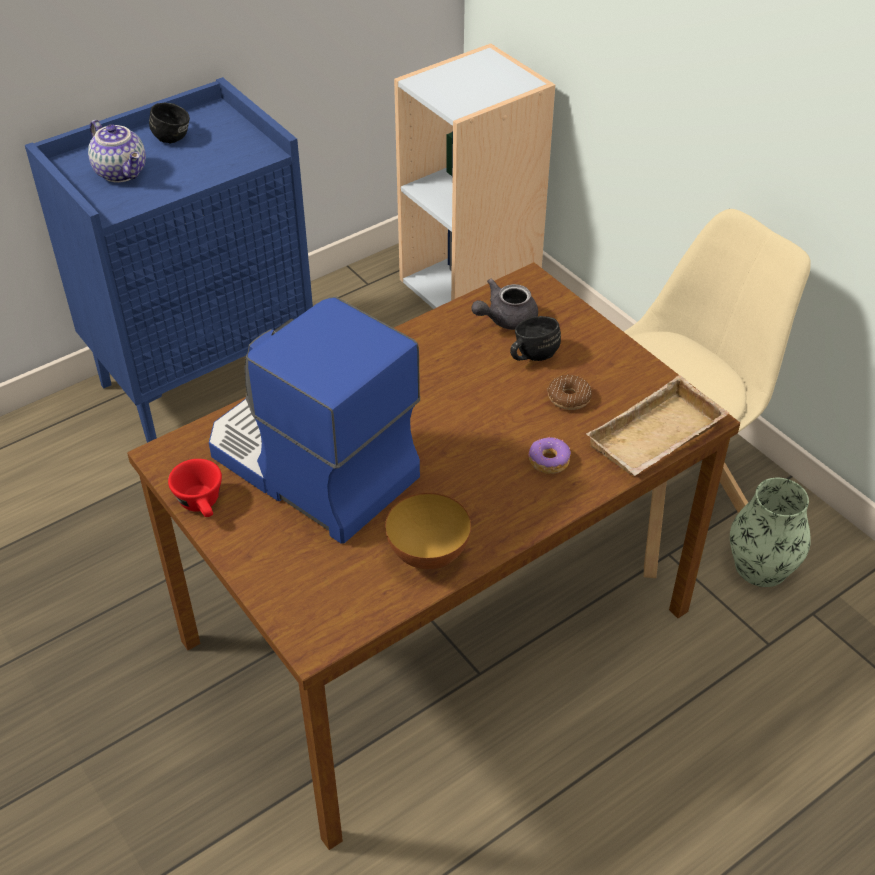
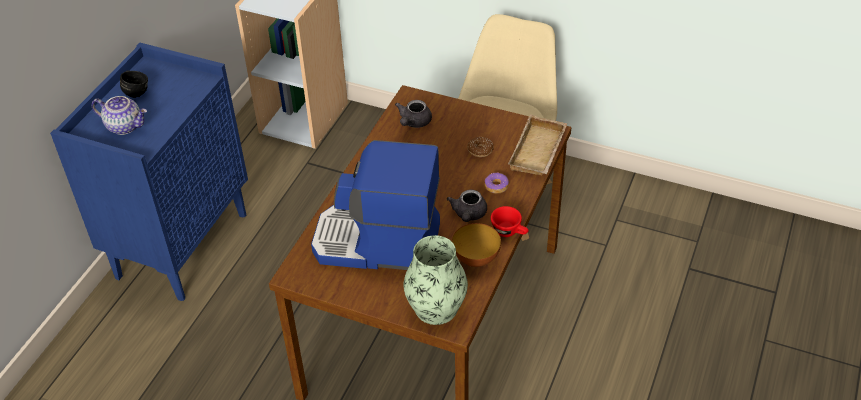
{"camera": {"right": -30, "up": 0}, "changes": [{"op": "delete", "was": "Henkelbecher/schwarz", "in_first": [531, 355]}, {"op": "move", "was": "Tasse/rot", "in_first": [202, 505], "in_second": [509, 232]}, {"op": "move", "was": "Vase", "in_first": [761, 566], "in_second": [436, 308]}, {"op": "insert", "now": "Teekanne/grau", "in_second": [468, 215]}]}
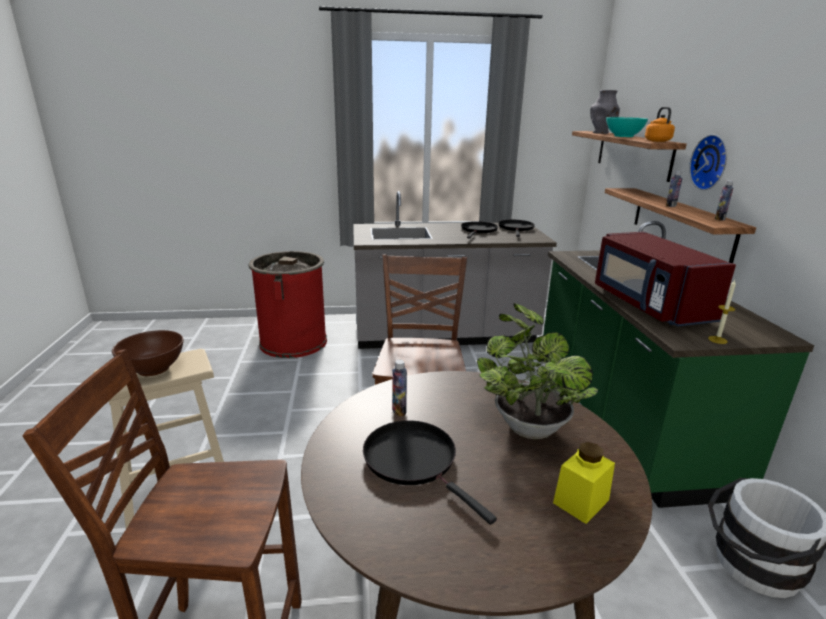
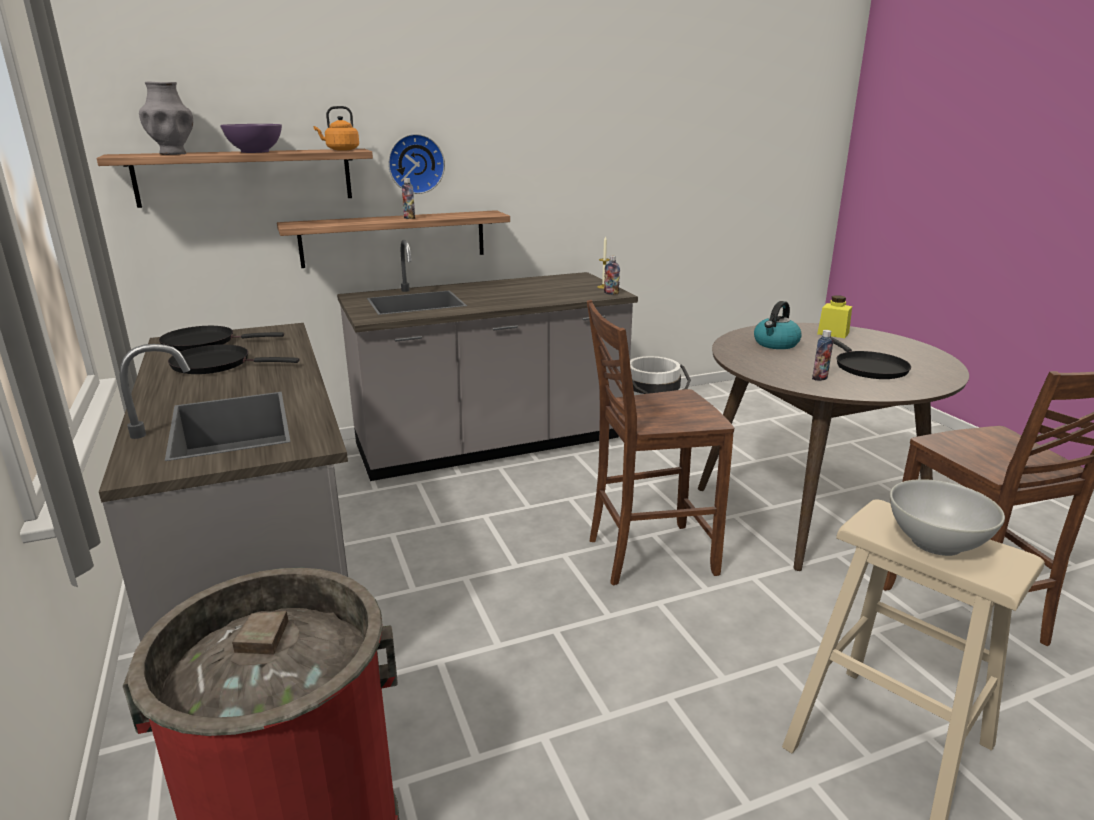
{"camera": {"right": -105, "up": 0}, "changes": [{"op": "recolor", "was": "Schüssel/türkis", "now": "Schüssel/lila", "in_first": [623, 136], "in_second": [255, 152]}, {"op": "move", "was": "Flasche", "in_first": [719, 219], "in_second": [611, 293]}, {"op": "recolor", "was": "Küchenzeile/grün", "now": "Küchenzeile/grau", "in_first": [622, 418], "in_second": [491, 444]}, {"op": "delete", "was": "Mikrowelle/rot", "in_first": [648, 305]}, {"op": "replace", "was": "Topfpflanze", "now": "Wasserkessel", "in_first": [527, 424], "in_second": [776, 344]}, {"op": "recolor", "was": "Schüssel/braun", "now": "Schüssel/weiß", "in_first": [153, 369], "in_second": [937, 543]}, {"op": "rotate", "was": "Pfanne/schwarz", "in_first": [414, 461], "in_second": [868, 368], "clockwise": -45}]}
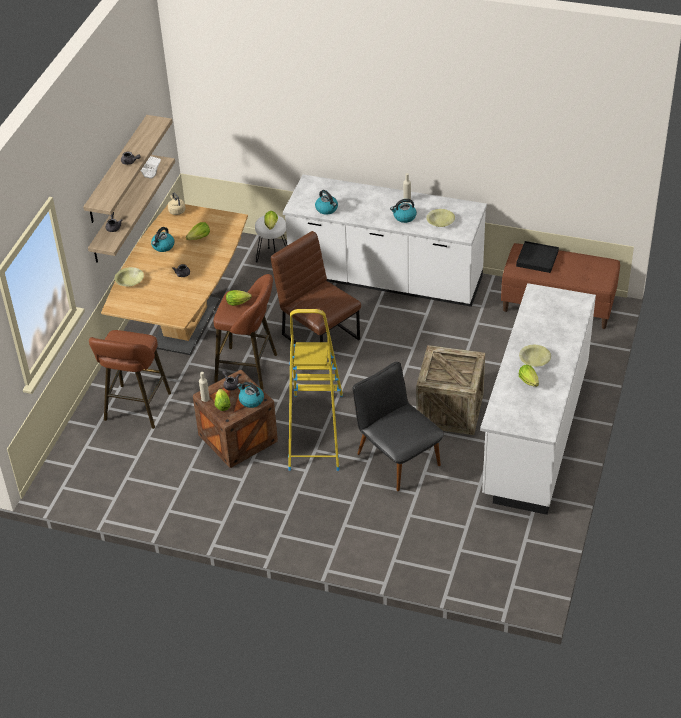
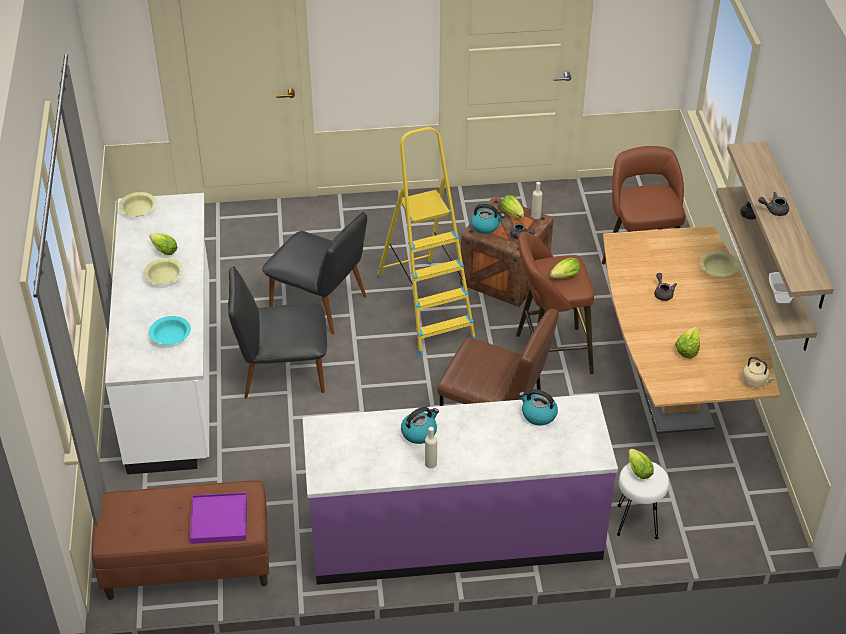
{"camera": {"right": 155, "up": 0}, "changes": [{"op": "recolor", "was": "Küchenzeile/weiß", "now": "Küchenzeile/lila", "in_first": [385, 279], "in_second": [455, 534]}, {"op": "move", "was": "Schüssel/gelb", "in_first": [440, 221], "in_second": [138, 209]}, {"op": "delete", "was": "Wasserkessel", "in_first": [163, 246]}, {"op": "recolor", "was": "Tablett/schwarz", "now": "Tablett/lila", "in_first": [537, 259], "in_second": [219, 520]}, {"op": "replace", "was": "Kiste", "now": "Stuhl/schwarz", "in_first": [450, 410], "in_second": [283, 371]}, {"op": "insert", "now": "Schüssel/türkis", "in_second": [170, 336]}]}
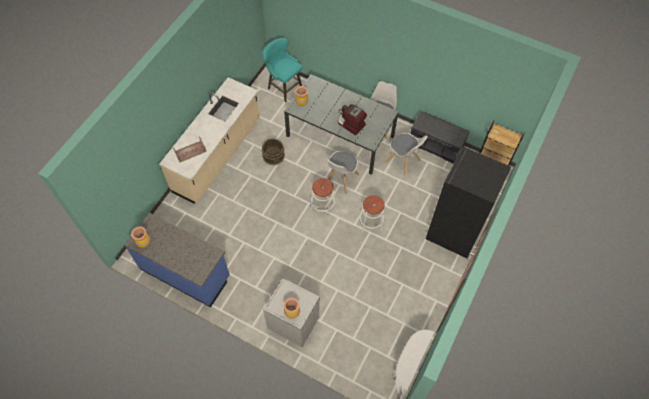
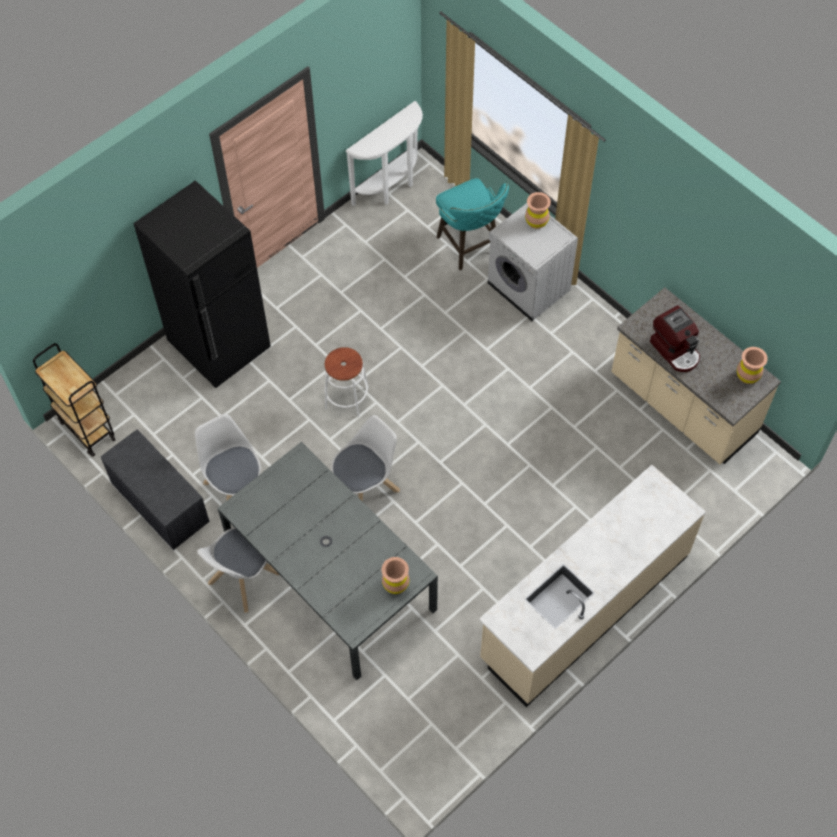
{"camera": {"right": -160, "up": 0}, "changes": [{"op": "move", "was": "Hocker/türkis", "in_first": [283, 87], "in_second": [469, 247]}, {"op": "move", "was": "Kaffeemaschine", "in_first": [350, 124], "in_second": [675, 350]}, {"op": "delete", "was": "Tablett/braun", "in_first": [190, 152]}, {"op": "delete", "was": "Eimer/braun", "in_first": [273, 155]}, {"op": "delete", "was": "Hocker/weiß", "in_first": [322, 205]}, {"op": "recolor", "was": "Küchenzeile/blau", "now": "Küchenzeile/beige", "in_first": [185, 272], "in_second": [682, 406]}]}
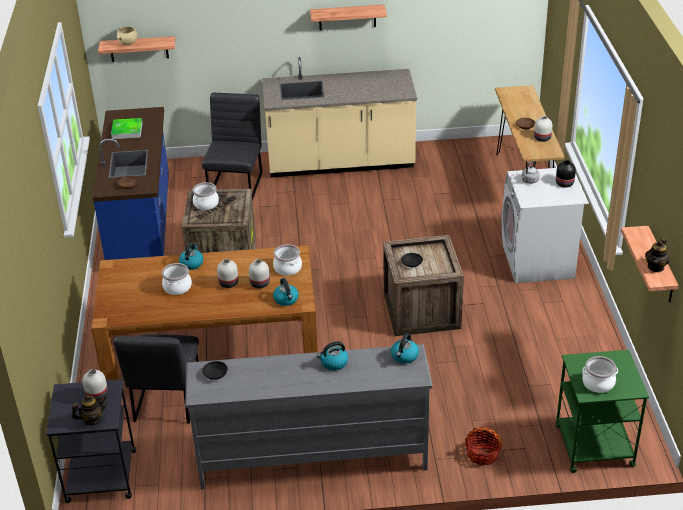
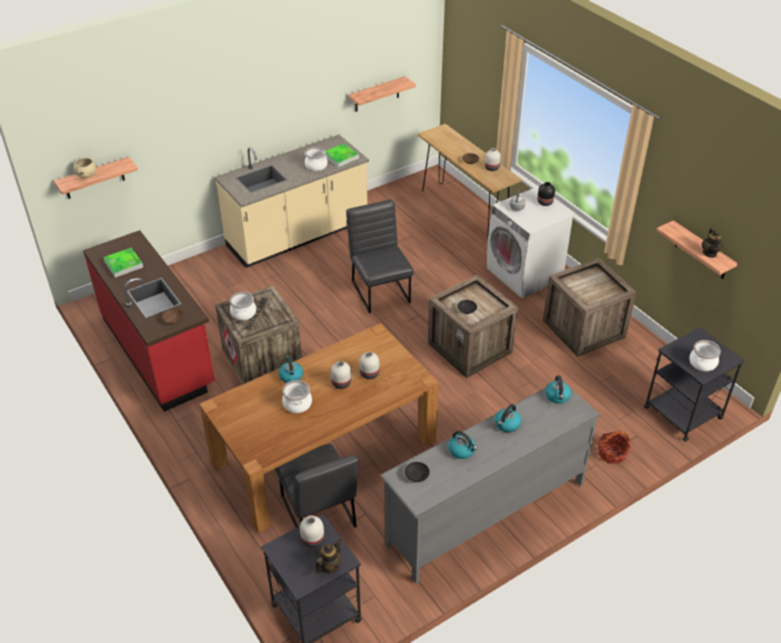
{"camera": {"right": -30, "up": 5}, "changes": [{"op": "move", "was": "Wandregal", "in_first": [347, 17], "in_second": [377, 94]}, {"op": "move", "was": "Stuhl/grau", "in_first": [236, 184], "in_second": [380, 290]}, {"op": "recolor", "was": "Küchenzeile/blau", "now": "Küchenzeile/rot", "in_first": [142, 224], "in_second": [159, 351]}, {"op": "move", "was": "Kochtopf", "in_first": [287, 268], "in_second": [316, 166]}, {"op": "move", "was": "Wasserkessel", "in_first": [286, 299], "in_second": [462, 450]}, {"op": "recolor", "was": "Rollwagen/grün", "now": "Rollwagen/schwarz", "in_first": [593, 446], "in_second": [682, 414]}, {"op": "insert", "now": "Tablett", "in_second": [340, 157]}, {"op": "insert", "now": "Kiste", "in_second": [583, 329]}]}
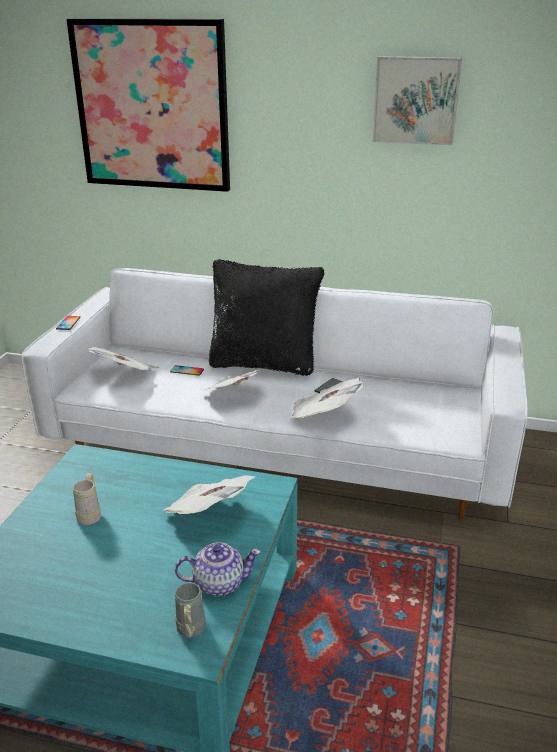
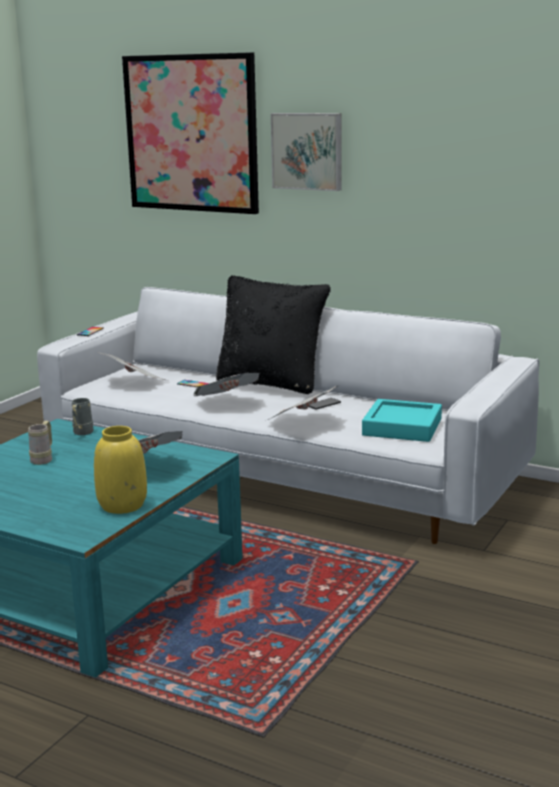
{"camera": {"right": 15, "up": -10}, "changes": [{"op": "move", "was": "Bild", "in_first": [416, 100], "in_second": [308, 151]}, {"op": "replace", "was": "Teekanne", "now": "Vase/gelb", "in_first": [218, 583], "in_second": [122, 505]}, {"op": "move", "was": "Henkelbecher/grau", "in_first": [190, 632], "in_second": [81, 433]}, {"op": "insert", "now": "Tablett/türkis", "in_second": [402, 427]}]}
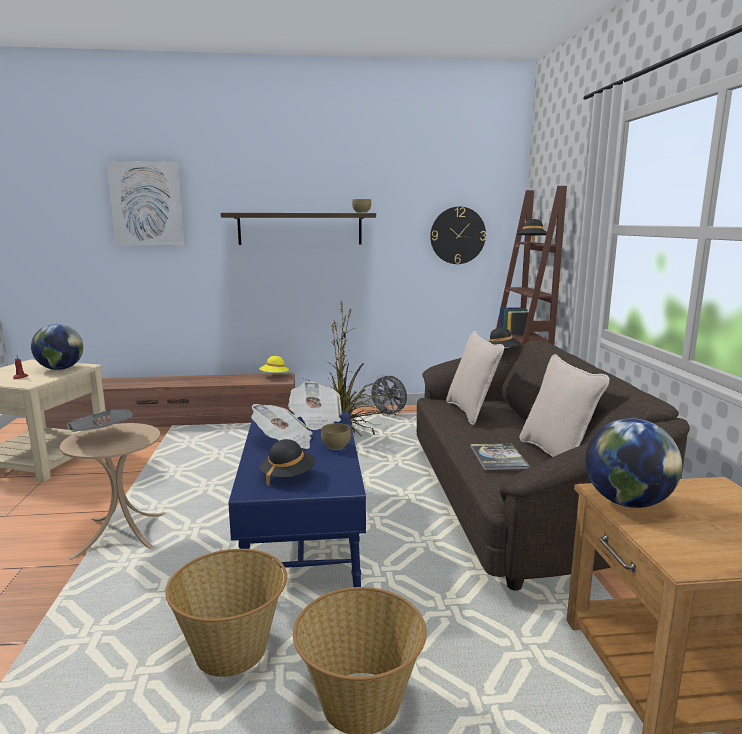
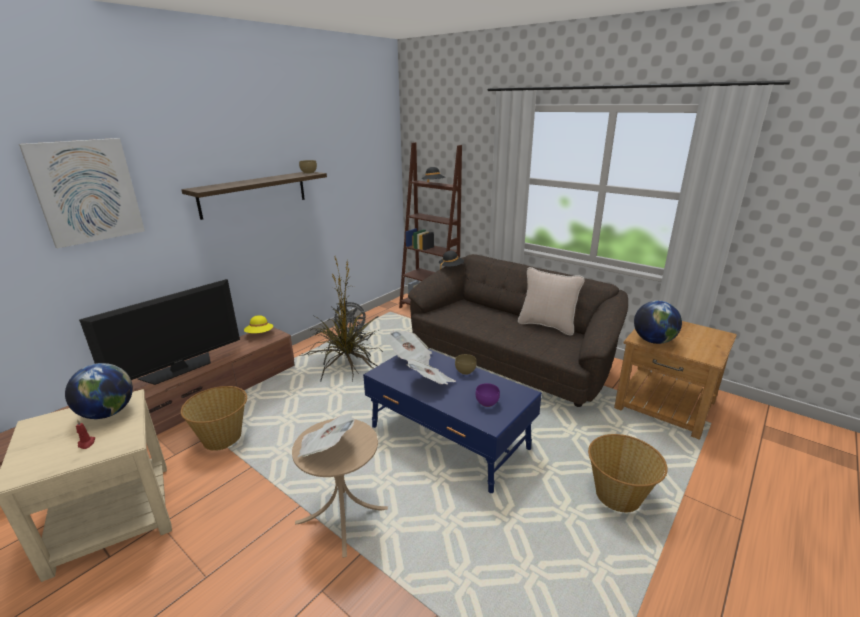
{"camera": {"right": -45, "up": 10}, "changes": [{"op": "delete", "was": "Wanduhr", "in_first": [457, 235]}, {"op": "delete", "was": "Kissen/beige", "in_first": [471, 412]}, {"op": "replace", "was": "Hut/schwarz", "now": "Schüssel/lila", "in_first": [288, 476], "in_second": [486, 403]}, {"op": "delete", "was": "Buch", "in_first": [498, 457]}, {"op": "move", "was": "Korb", "in_first": [232, 651], "in_second": [223, 437]}, {"op": "insert", "now": "Fernseher", "in_second": [179, 369]}]}
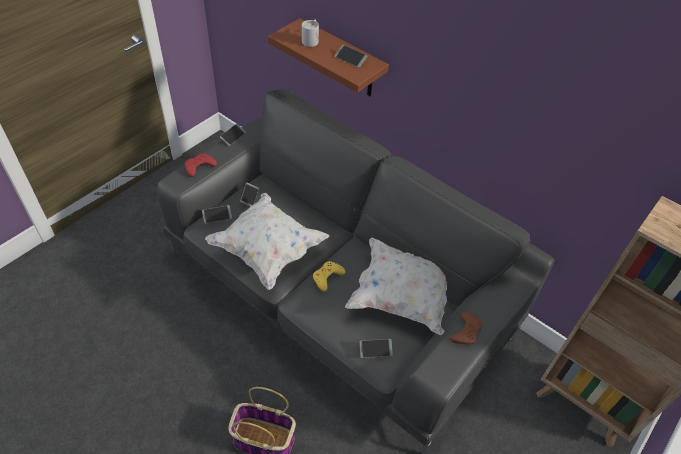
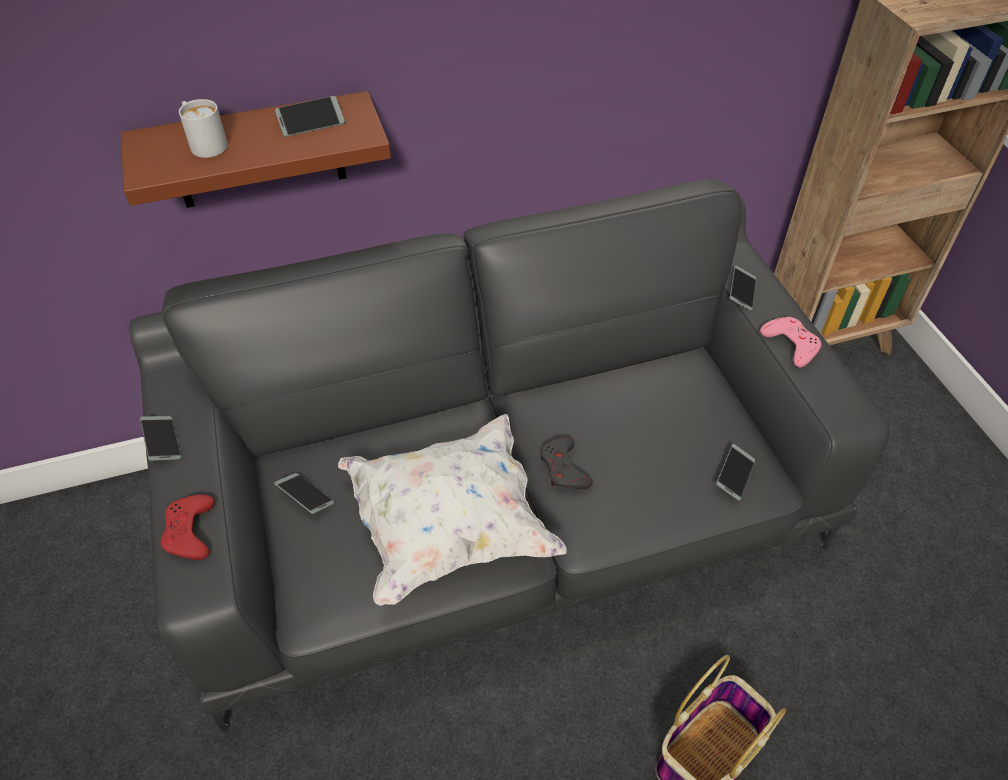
{"camera": {"right": -55, "up": 0}, "changes": [{"op": "move", "was": "Handy", "in_first": [217, 216], "in_second": [741, 292]}, {"op": "delete", "was": "Kissen/weiß", "in_first": [401, 296]}, {"op": "recolor", "was": "Gamepad/gelb", "now": "Gamepad/grau", "in_first": [327, 277], "in_second": [564, 468]}, {"op": "recolor", "was": "Gamepad/braun", "now": "Gamepad/rosa", "in_first": [466, 331], "in_second": [791, 344]}]}
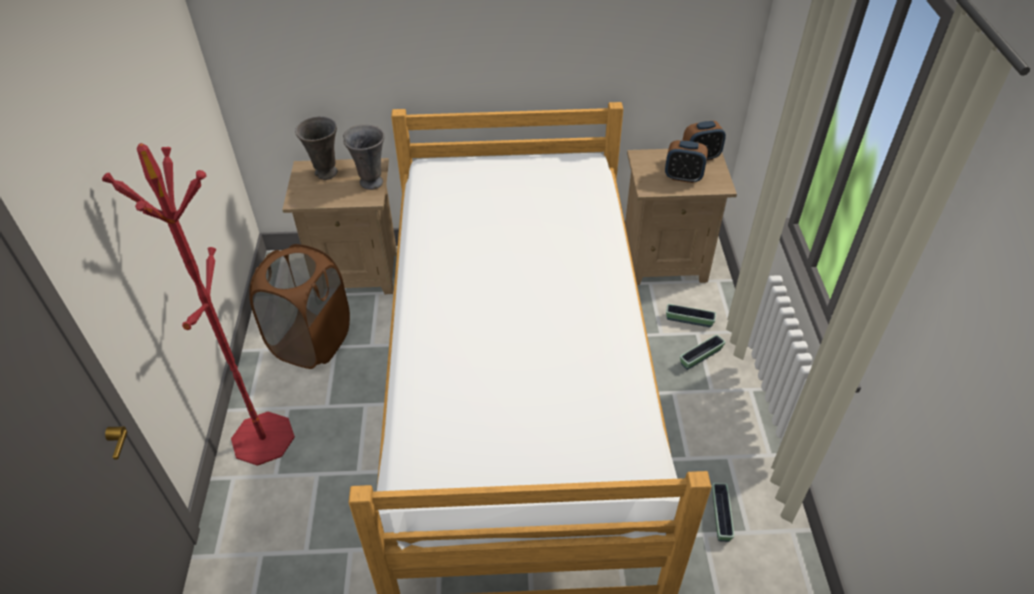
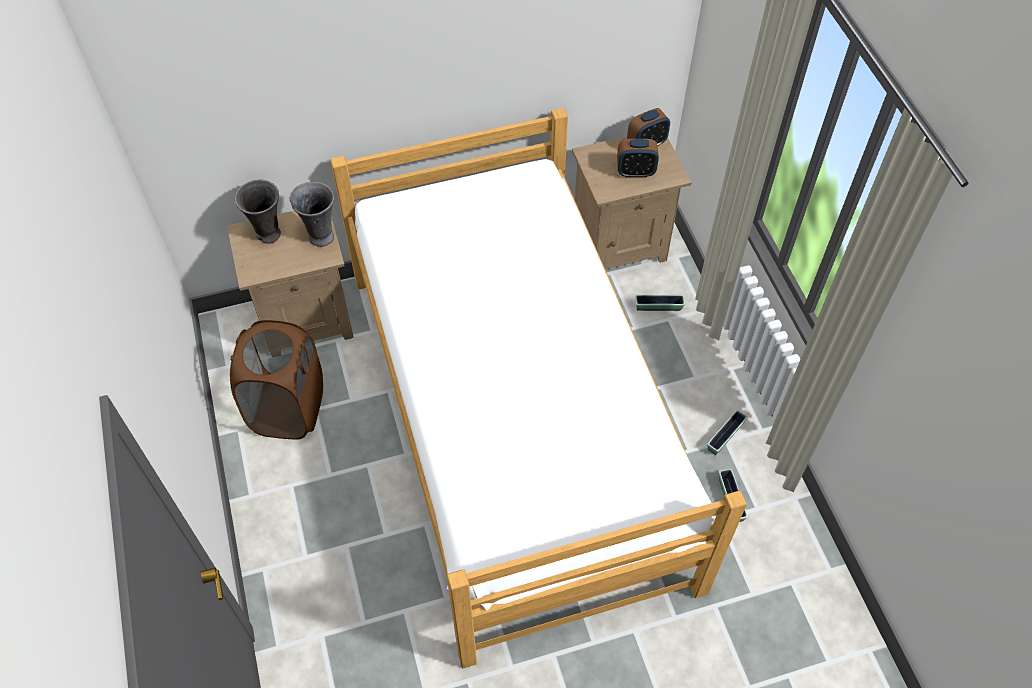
{"camera": {"right": -15, "up": 10}, "changes": [{"op": "delete", "was": "Kleiderständer/rot", "in_first": [262, 438]}, {"op": "move", "was": "Pflanzkübel", "in_first": [700, 357], "in_second": [725, 436]}]}
